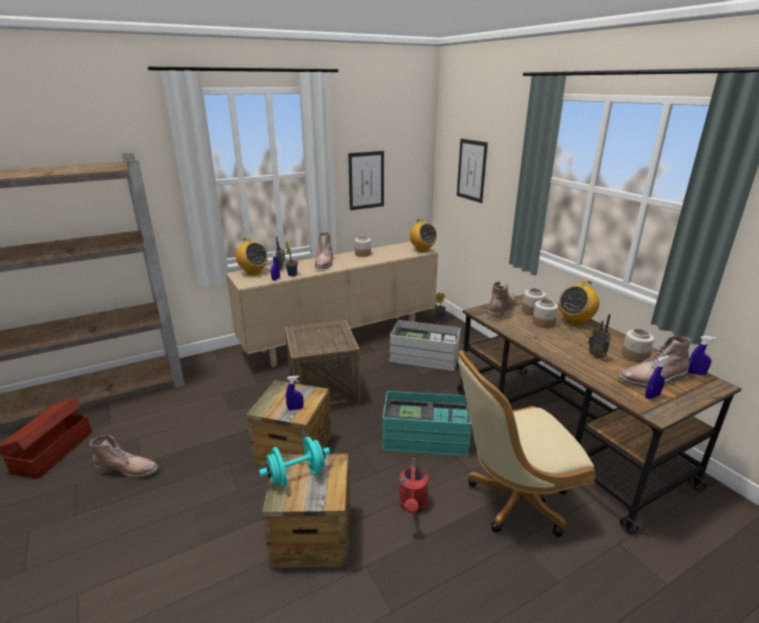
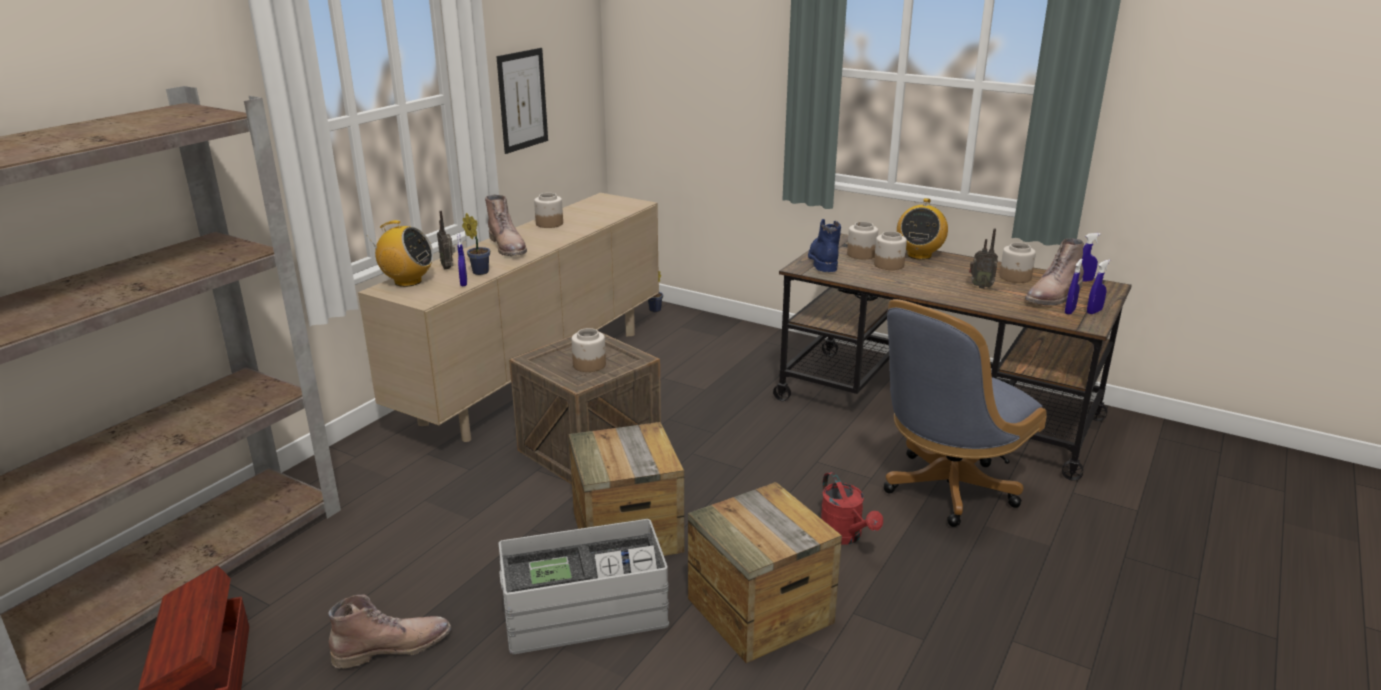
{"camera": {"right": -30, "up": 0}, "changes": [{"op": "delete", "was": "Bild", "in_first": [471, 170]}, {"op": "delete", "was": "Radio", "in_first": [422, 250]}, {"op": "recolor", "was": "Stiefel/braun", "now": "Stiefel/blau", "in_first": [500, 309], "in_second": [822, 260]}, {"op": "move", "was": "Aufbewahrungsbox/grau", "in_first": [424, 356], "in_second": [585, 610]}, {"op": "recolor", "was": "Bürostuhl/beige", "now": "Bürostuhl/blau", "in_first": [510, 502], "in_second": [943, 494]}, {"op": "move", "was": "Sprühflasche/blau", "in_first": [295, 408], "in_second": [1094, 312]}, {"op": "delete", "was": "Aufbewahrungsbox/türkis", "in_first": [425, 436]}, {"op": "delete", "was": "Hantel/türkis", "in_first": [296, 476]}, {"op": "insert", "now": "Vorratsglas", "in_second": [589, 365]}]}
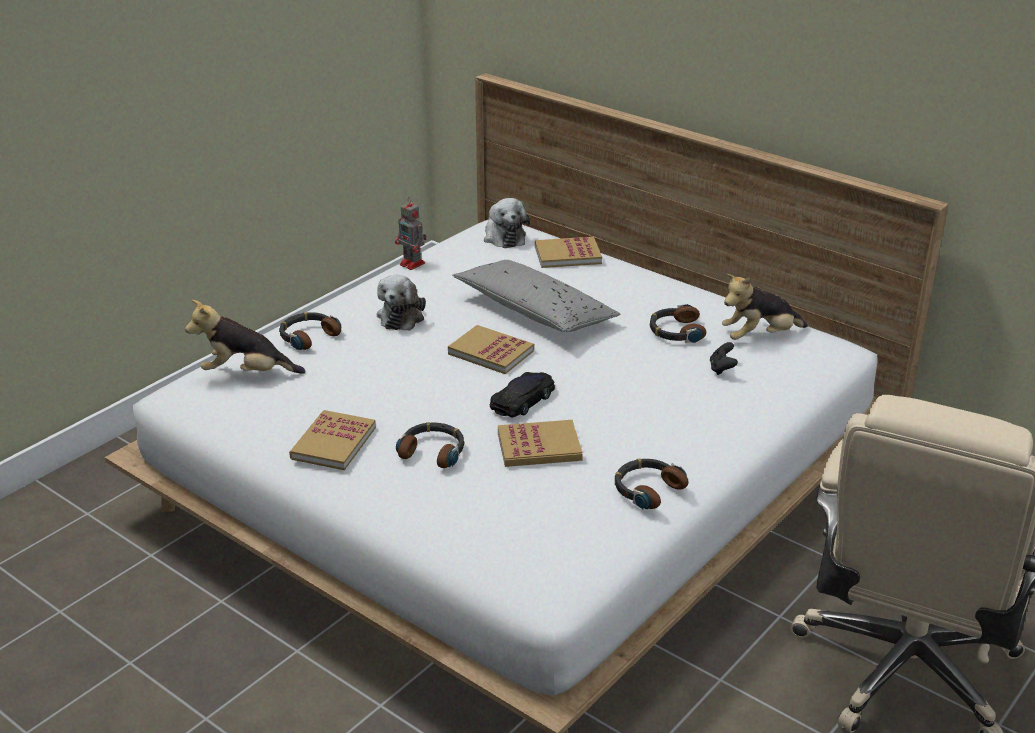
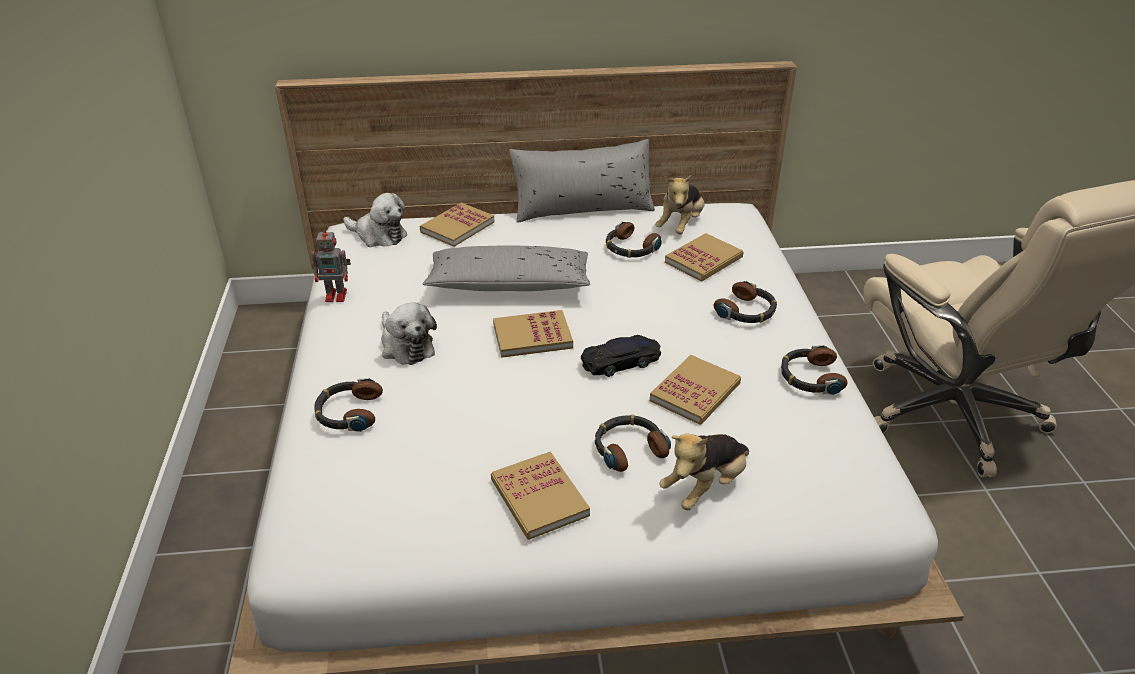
{"camera": {"right": -45, "up": 5}, "changes": [{"op": "move", "was": "Plüschtier", "in_first": [246, 373], "in_second": [705, 486]}, {"op": "replace", "was": "Gamepad/schwarz", "now": "Buch", "in_first": [722, 369], "in_second": [703, 260]}, {"op": "rotate", "was": "Spielzeugauto/schwarz", "in_first": [523, 400], "in_second": [621, 361], "clockwise": 75}, {"op": "insert", "now": "Kissen/grau", "in_second": [582, 208]}, {"op": "insert", "now": "Kopfhörer", "in_second": [746, 311]}]}
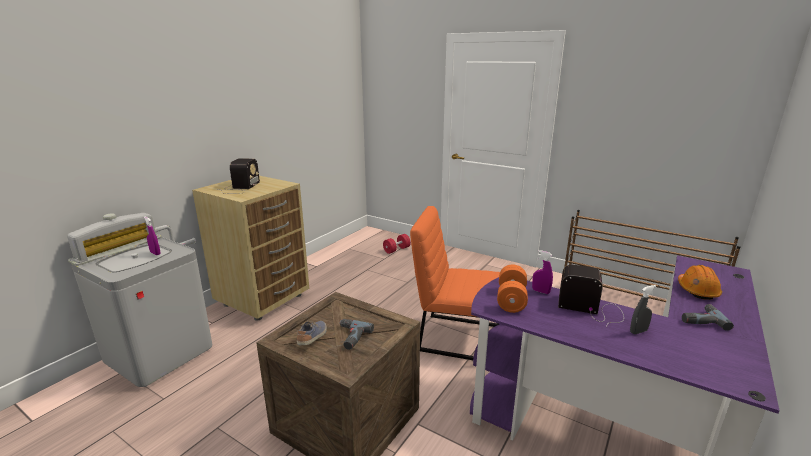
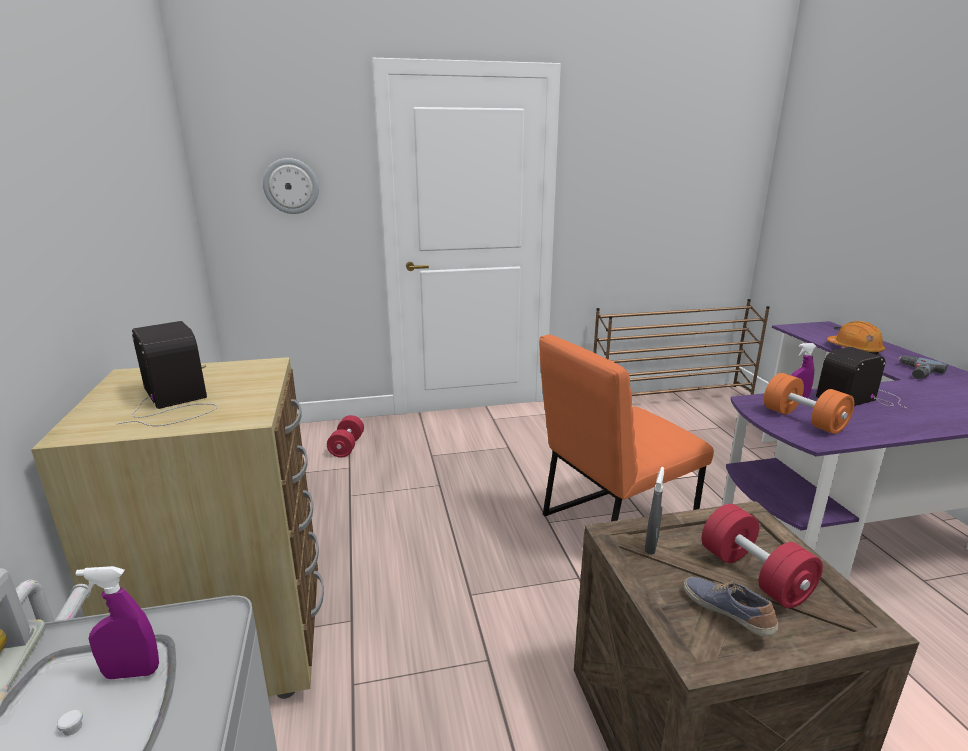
{"camera": {"right": -45, "up": 0}, "changes": [{"op": "move", "was": "Sprühflasche/grau", "in_first": [638, 331], "in_second": [651, 546]}, {"op": "replace", "was": "Bohrmaschine", "now": "Hantel/rot", "in_first": [350, 337], "in_second": [754, 575]}, {"op": "insert", "now": "Wanduhr", "in_second": [291, 186]}]}
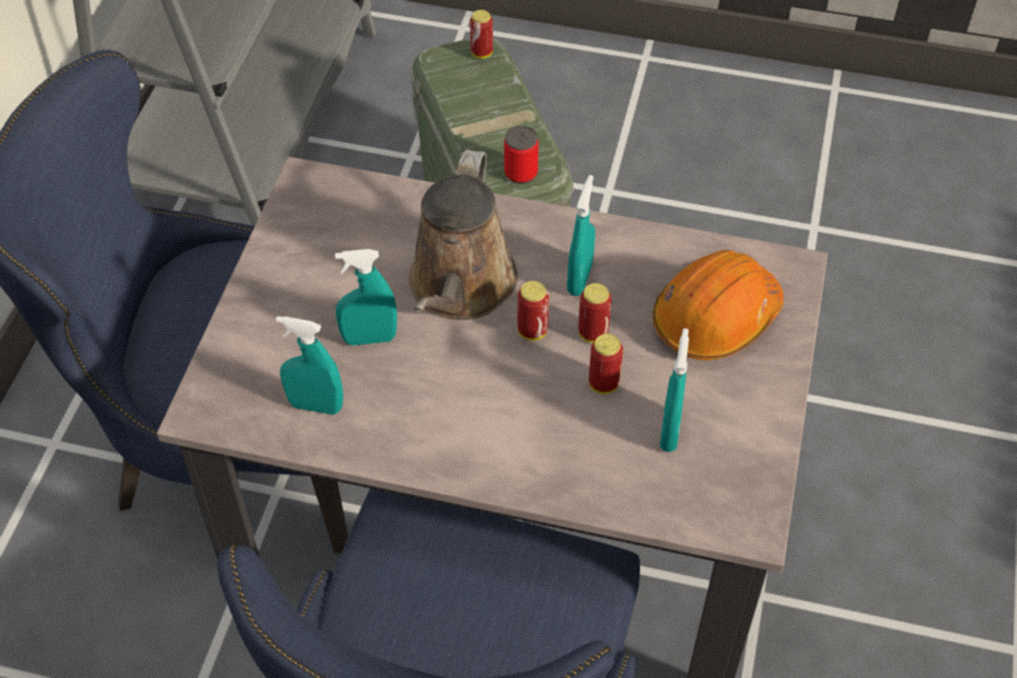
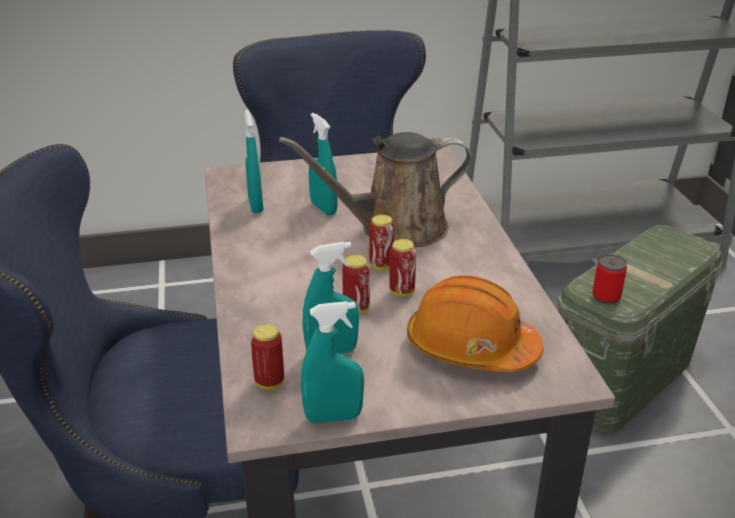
{"camera": {"right": 65, "up": -20}, "changes": [{"op": "move", "was": "Dose", "in_first": [481, 53], "in_second": [269, 382]}, {"op": "move", "was": "Sprühflasche/türkis", "in_first": [579, 279], "in_second": [333, 417]}]}
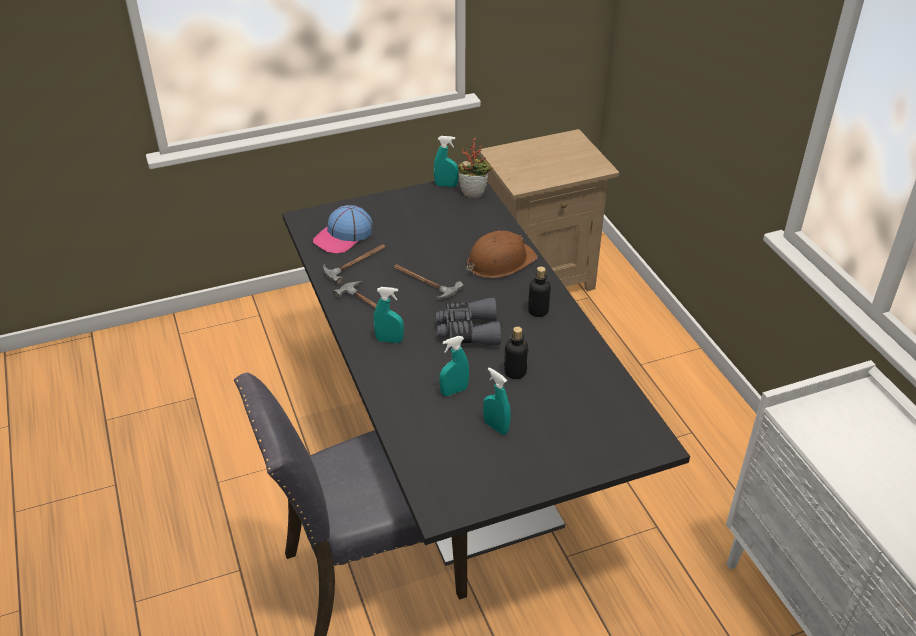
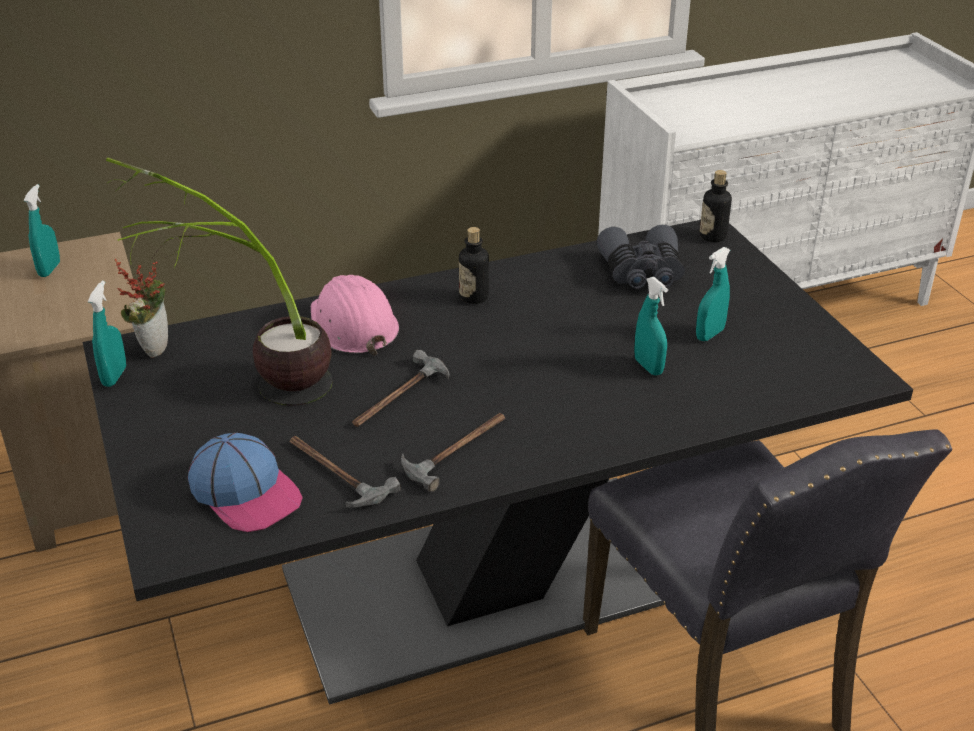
{"camera": {"right": -90, "up": -5}, "changes": [{"op": "recolor", "was": "Schutzhelm/braun", "now": "Schutzhelm/rosa", "in_first": [499, 261], "in_second": [353, 325]}, {"op": "move", "was": "Sprühflasche/türkis", "in_first": [389, 340], "in_second": [49, 269]}, {"op": "move", "was": "Fernglas/grau", "in_first": [468, 331], "in_second": [642, 272]}, {"op": "move", "was": "Flasche", "in_first": [515, 372], "in_second": [712, 236]}, {"op": "insert", "now": "Topfpflanze", "in_second": [250, 384]}]}
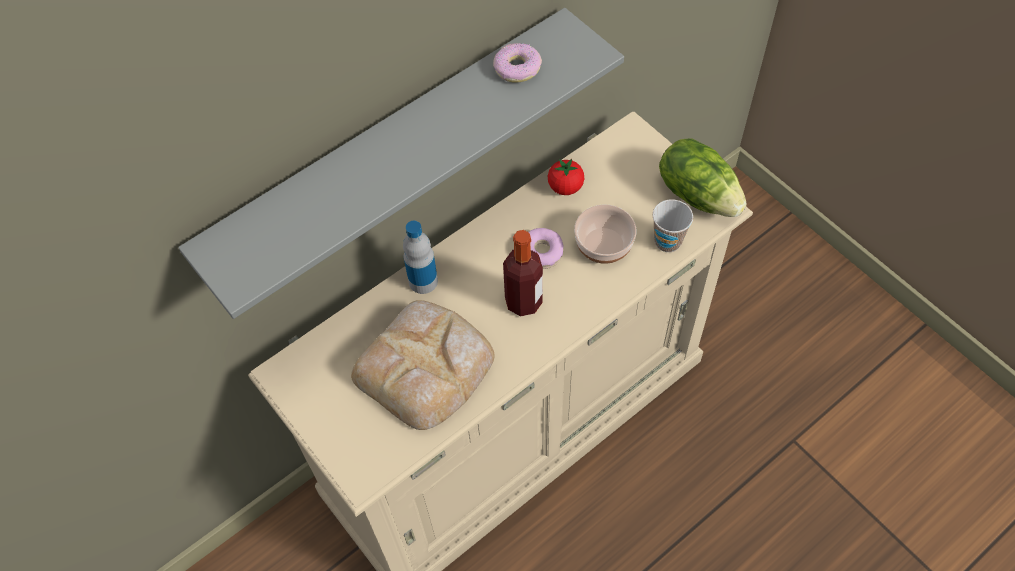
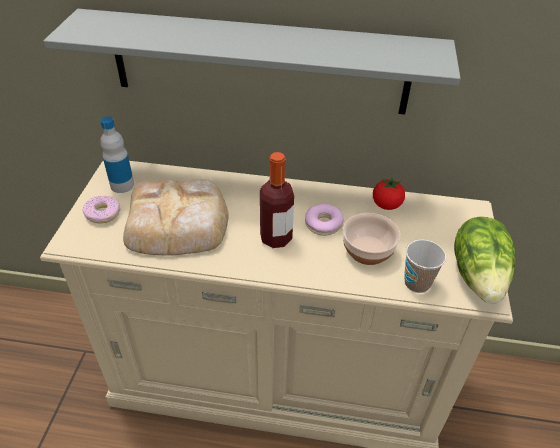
{"camera": {"right": 45, "up": -15}, "changes": [{"op": "move", "was": "Donut", "in_first": [517, 68], "in_second": [103, 213]}, {"op": "move", "was": "Flasche", "in_first": [423, 281], "in_second": [122, 185]}]}
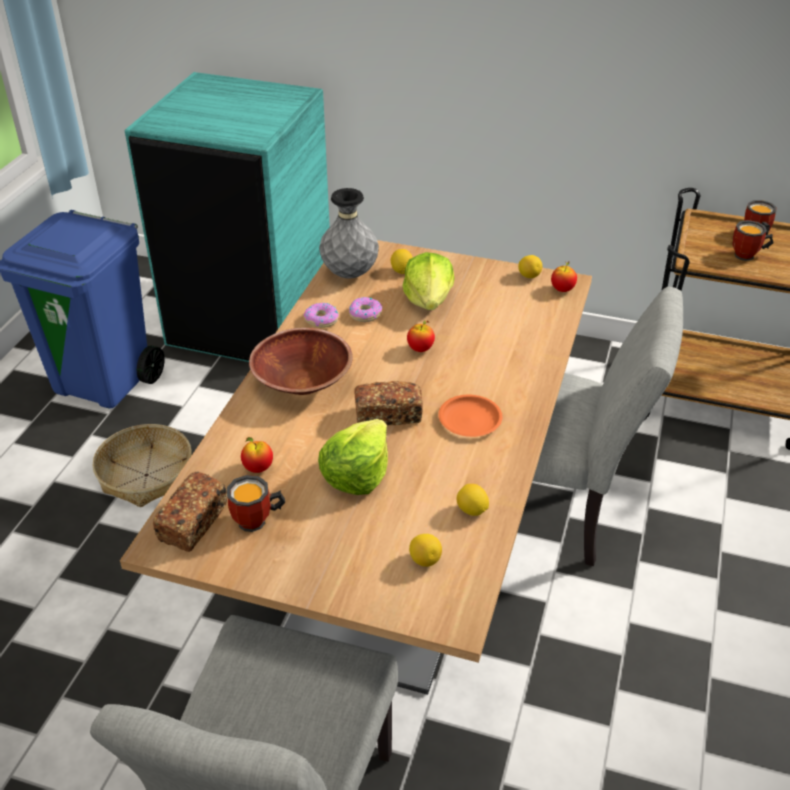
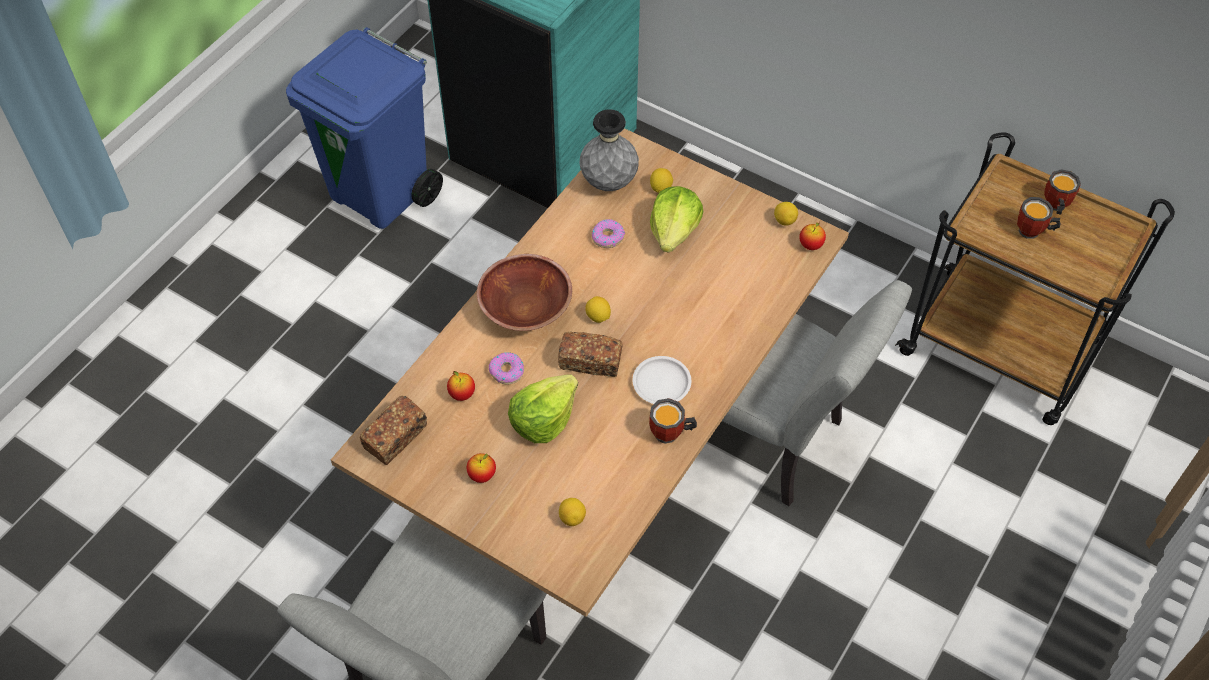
{"camera": {"right": 15, "up": 15}, "changes": [{"op": "move", "was": "Donut", "in_first": [321, 320], "in_second": [507, 371]}, {"op": "move", "was": "Apfel", "in_first": [420, 349], "in_second": [482, 475]}, {"op": "recolor", "was": "Teller/orange", "now": "Teller/weiß", "in_first": [469, 420], "in_second": [661, 383]}, {"op": "delete", "was": "Korb", "in_first": [146, 475]}, {"op": "move", "was": "Henkelbecher", "in_first": [257, 522], "in_second": [671, 435]}, {"op": "move", "was": "Zitrone", "in_first": [471, 510], "in_second": [598, 317]}]}
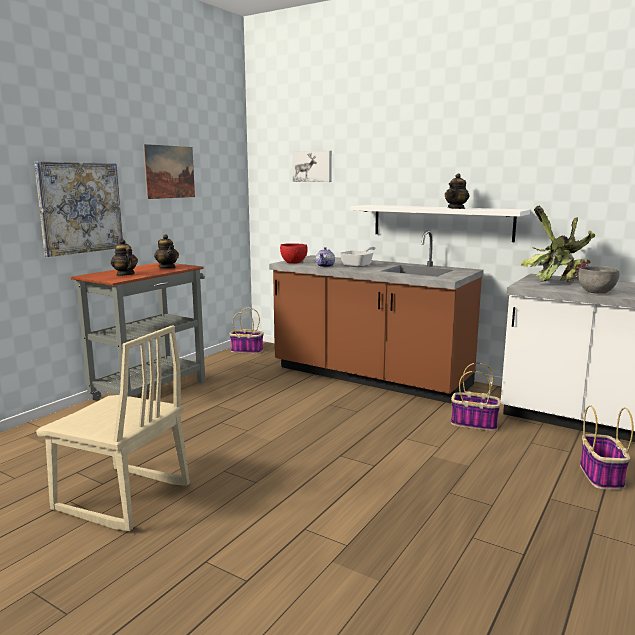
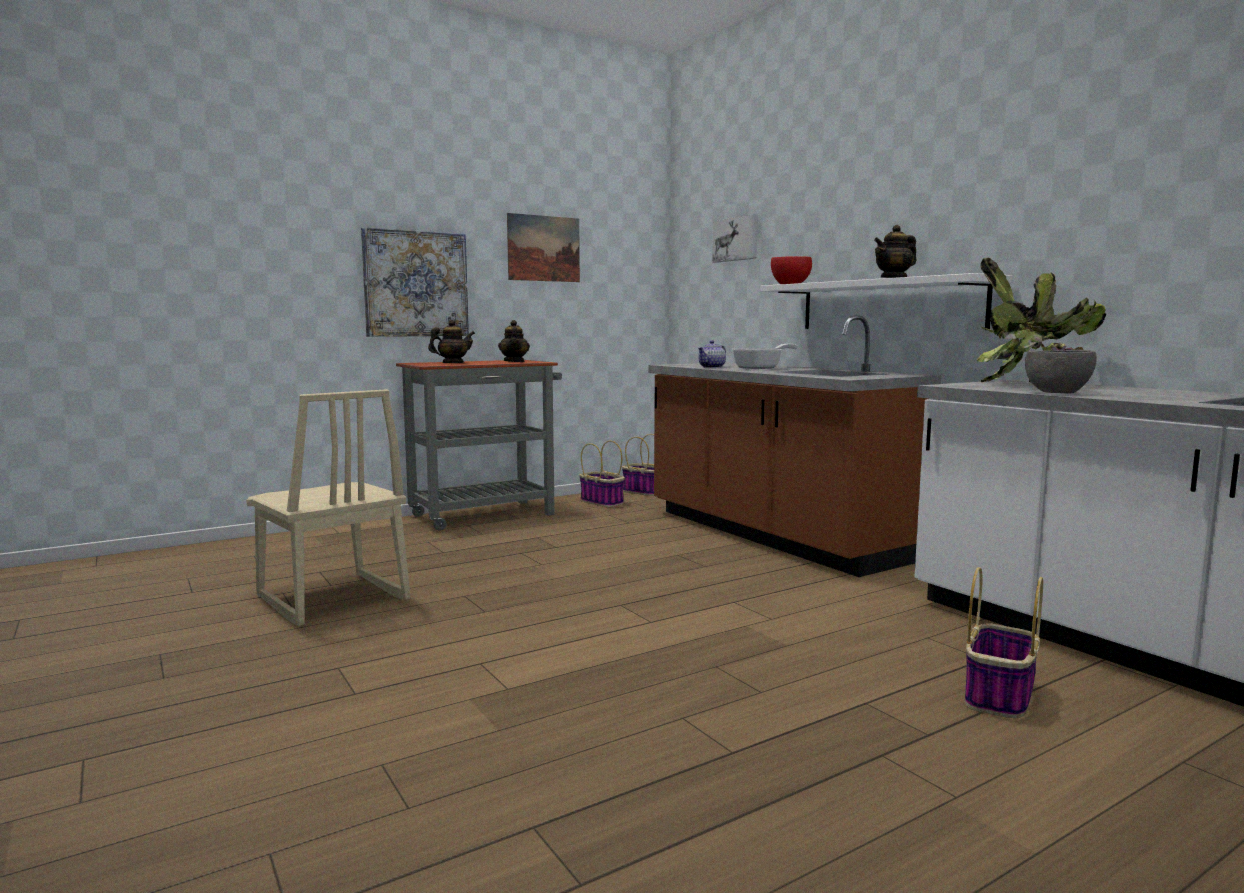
{"camera": {"right": 25, "up": -5}, "changes": [{"op": "rotate", "was": "Teekanne", "in_first": [125, 274], "in_second": [452, 363], "clockwise": 75}, {"op": "move", "was": "Schüssel/rot", "in_first": [293, 263], "in_second": [790, 284]}, {"op": "move", "was": "Korb", "in_first": [474, 424], "in_second": [602, 502]}]}
